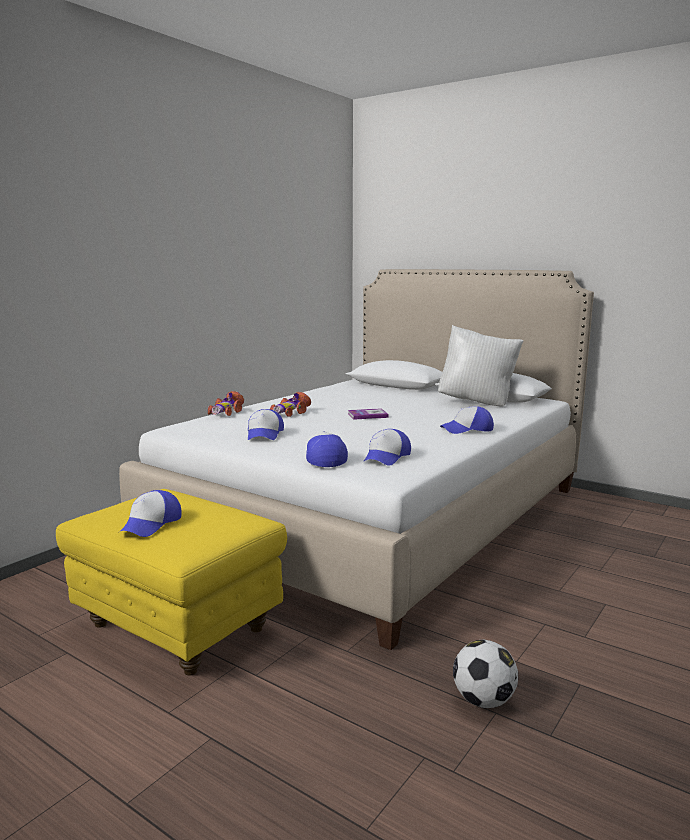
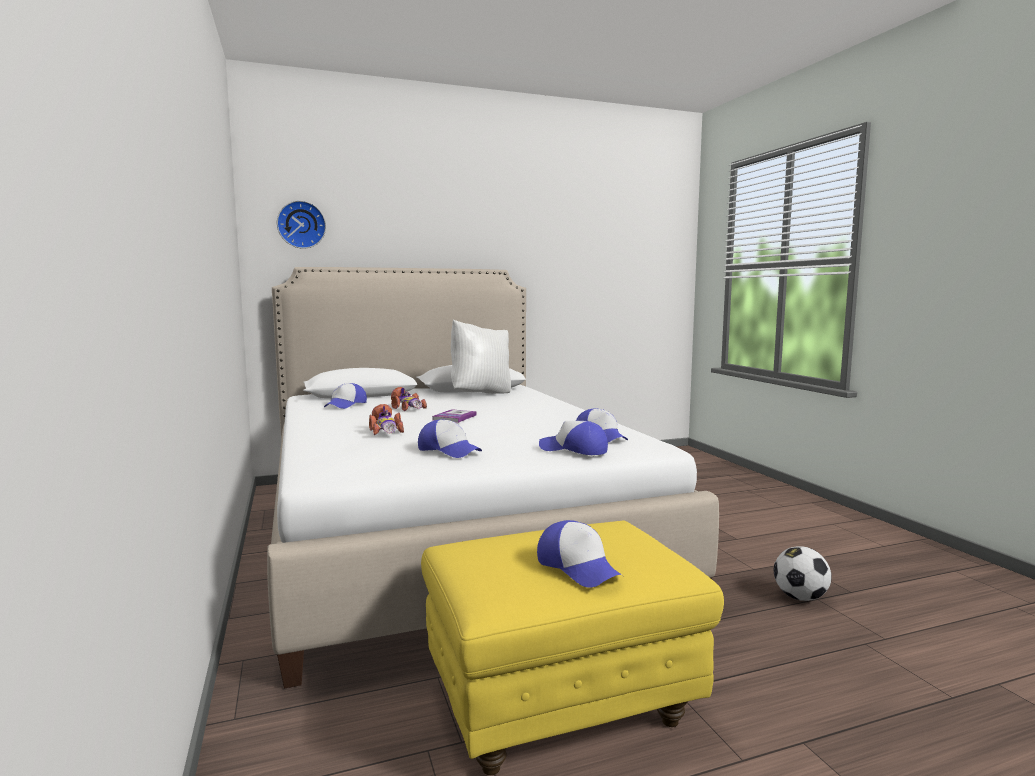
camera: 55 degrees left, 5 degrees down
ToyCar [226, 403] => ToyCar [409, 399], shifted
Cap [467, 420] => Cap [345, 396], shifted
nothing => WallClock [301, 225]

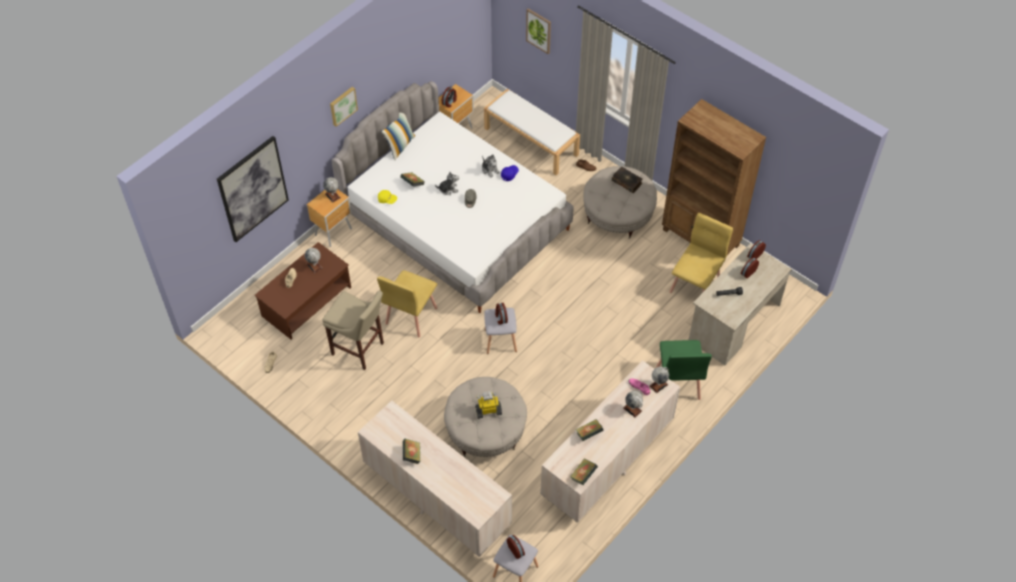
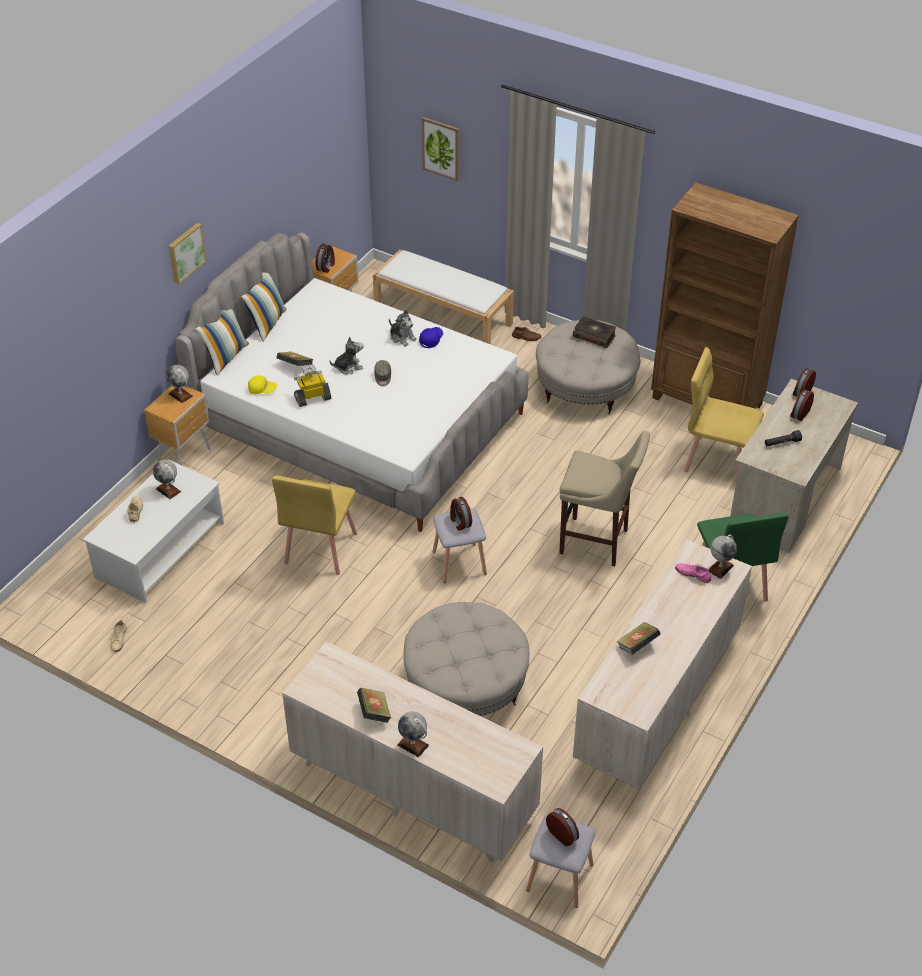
camera: 10 degrees left, 10 degrees down
Picture [253, 189] => nothing
YellowChair [701, 252] => YellowChair [724, 414], 90 degrees counterclockwise
BrownCoffeeTable [302, 291] => WhiteCoffeeTable [153, 531]
BeigeStool [353, 330] => BeigeStool [604, 498], shifted
ToyRobot [488, 405] => ToyRobot [312, 386], shifted
Globe [633, 404] => Globe [413, 734], shifted
Book [584, 472] => nothing
nothing => Pillow [222, 342]

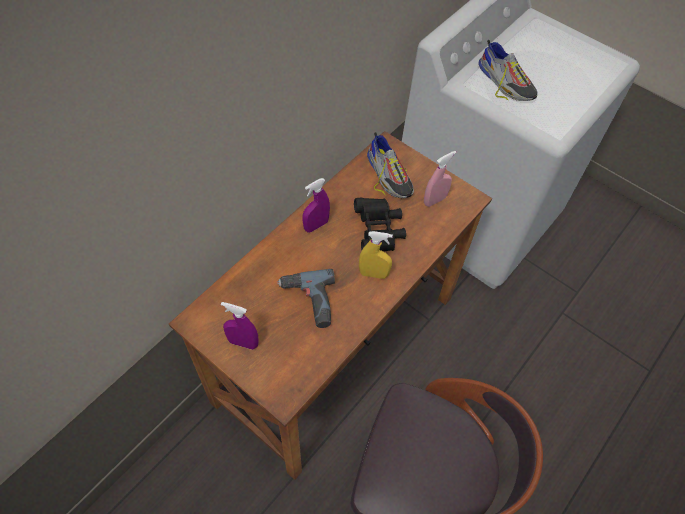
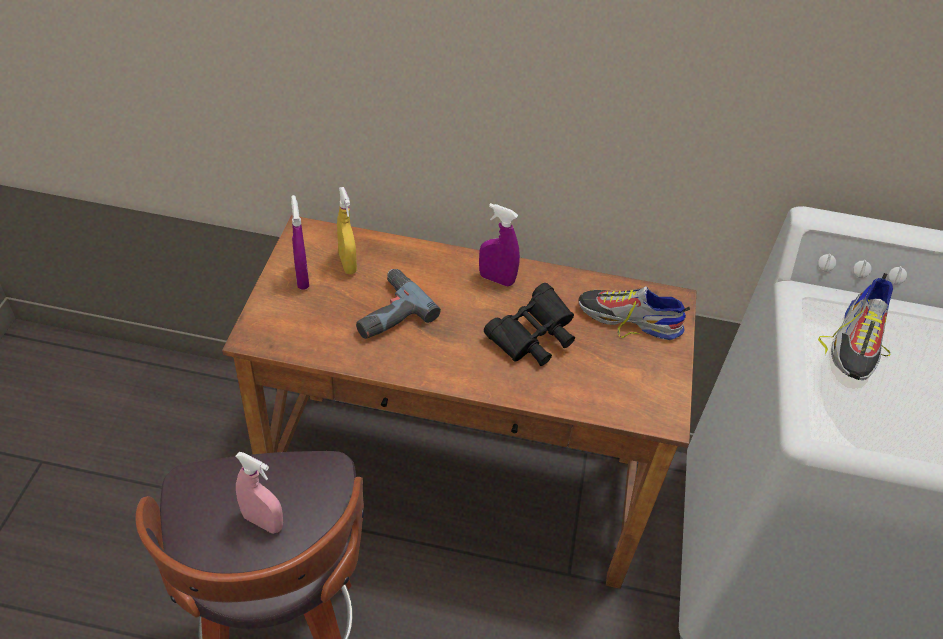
camera: 60 degrees right, 10 degrees down
Shoe [390, 165] => Shoe [634, 313], 75 degrees clockwise
PinkSprayBottle [440, 179] => PinkSprayBottle [259, 493], shifted
YellowSprayBottle [376, 255] => YellowSprayBottle [347, 231], shifted

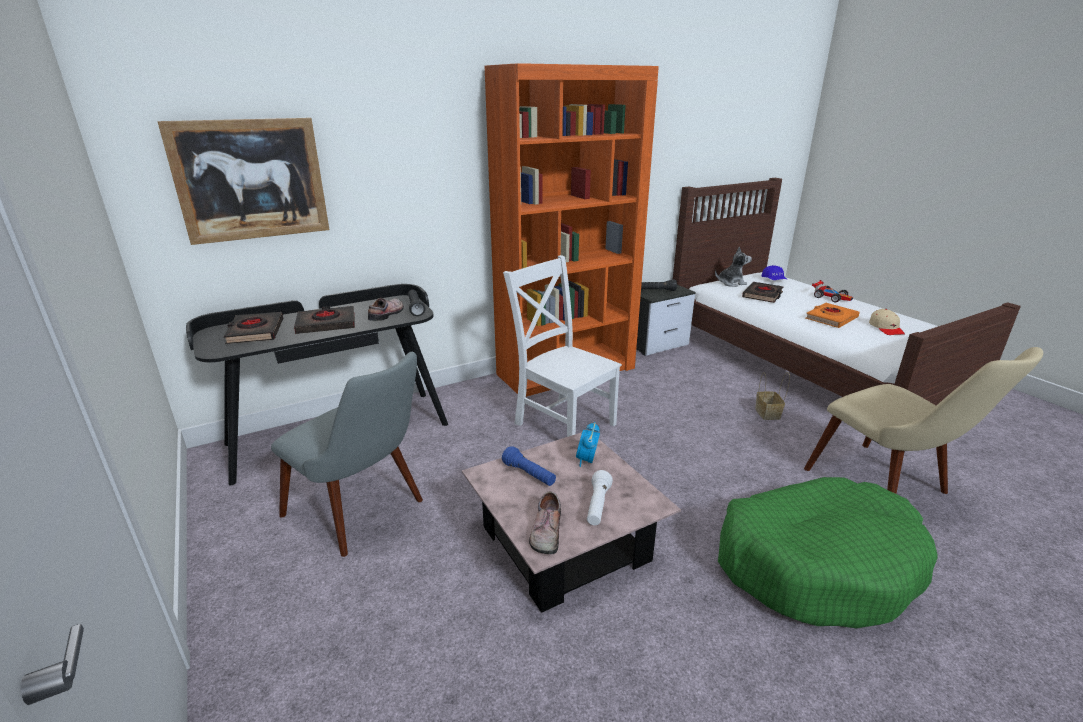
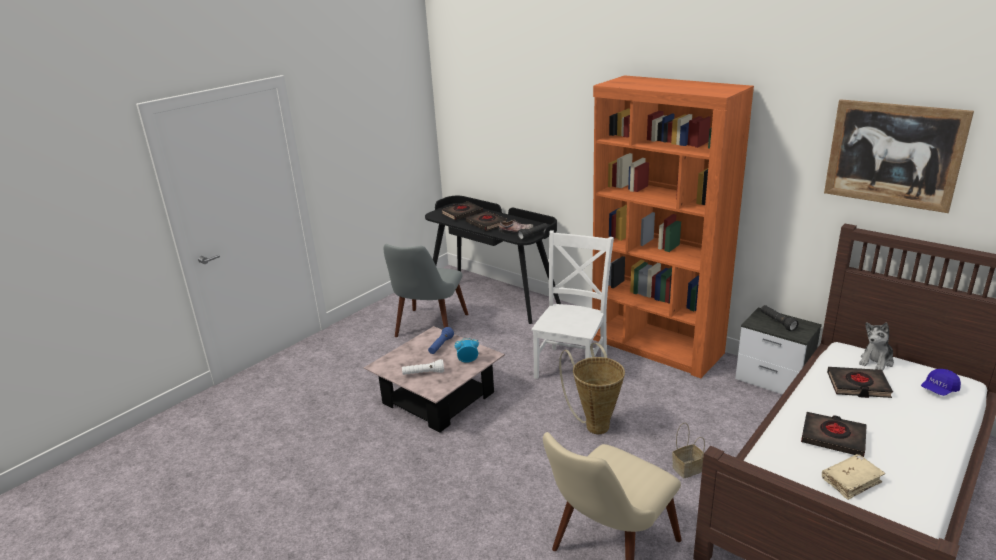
camera: 70 degrees right, 0 degrees up
Picture [243, 181] => Picture [899, 156], shifted
PlushToy [733, 267] => PlushToy [876, 346], 75 degrees clockwise
ToyCar [832, 291] => nothing
OrangeBook [833, 315] => BlackBook [834, 434]
BeigeCap [887, 322] => BeigeBook [853, 477]
GreenDogBed [828, 553] => nothing
Shoe [545, 522] => nothing
nothing => Basket [592, 388]

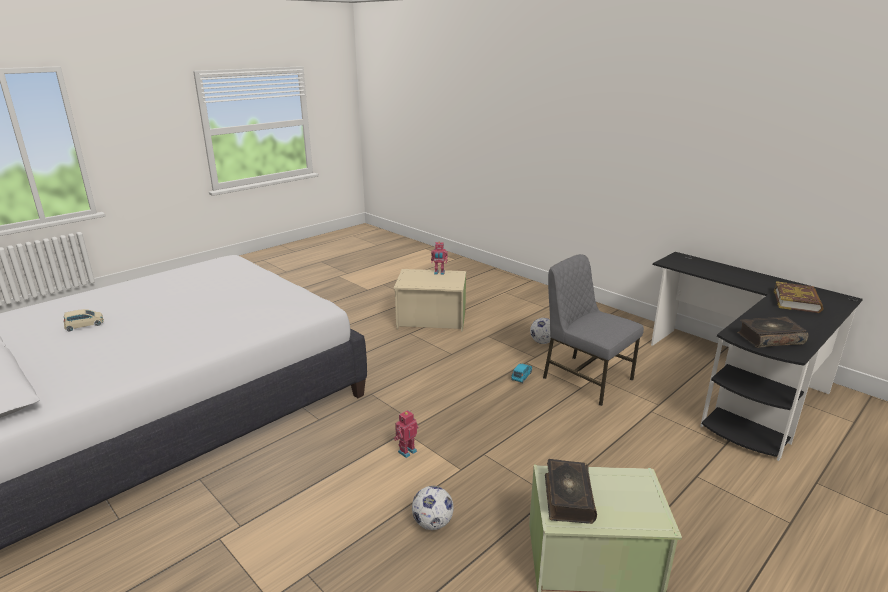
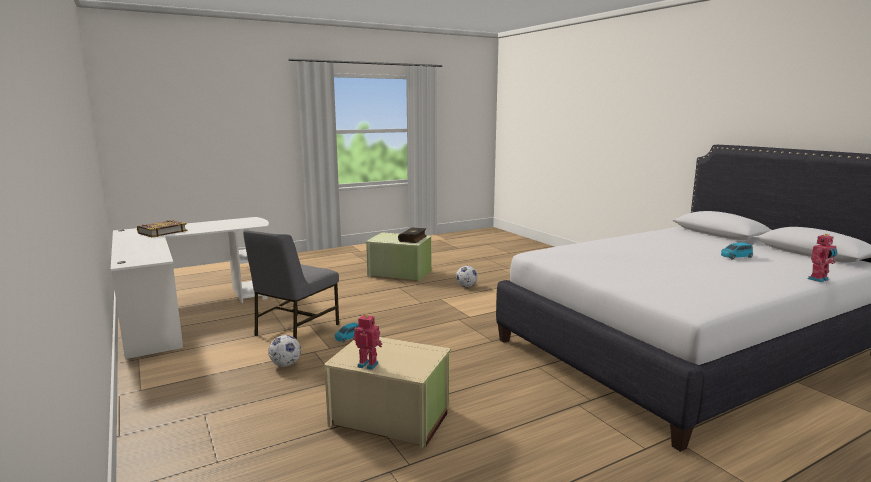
camera: 165 degrees left, 10 degrees down
BlackDesk [757, 356] => WhiteDesk [190, 288]
GreyChair [593, 330] => GreyChair [291, 284], 60 degrees clockwise
BeigeToyCar [84, 320] => BlueToyCar [737, 251]
Book [772, 332] => nothing
ToyRobot [406, 434] => ToyRobot [822, 258], shifted

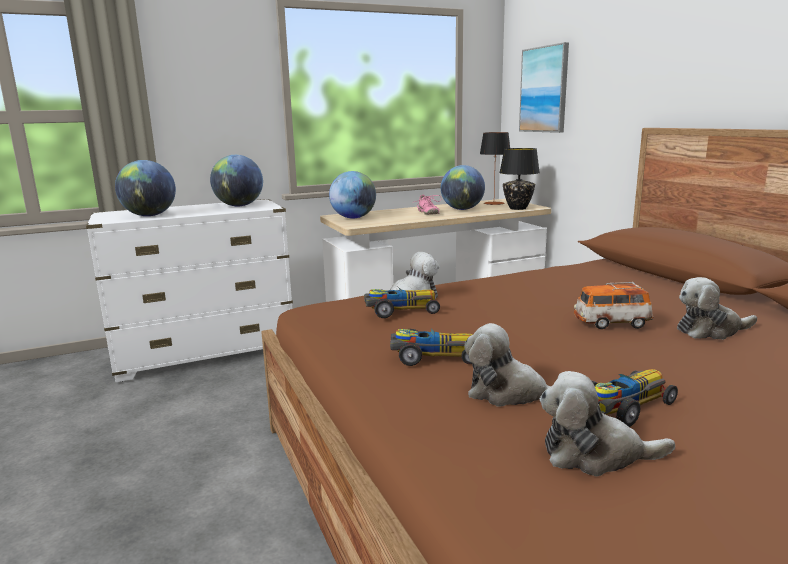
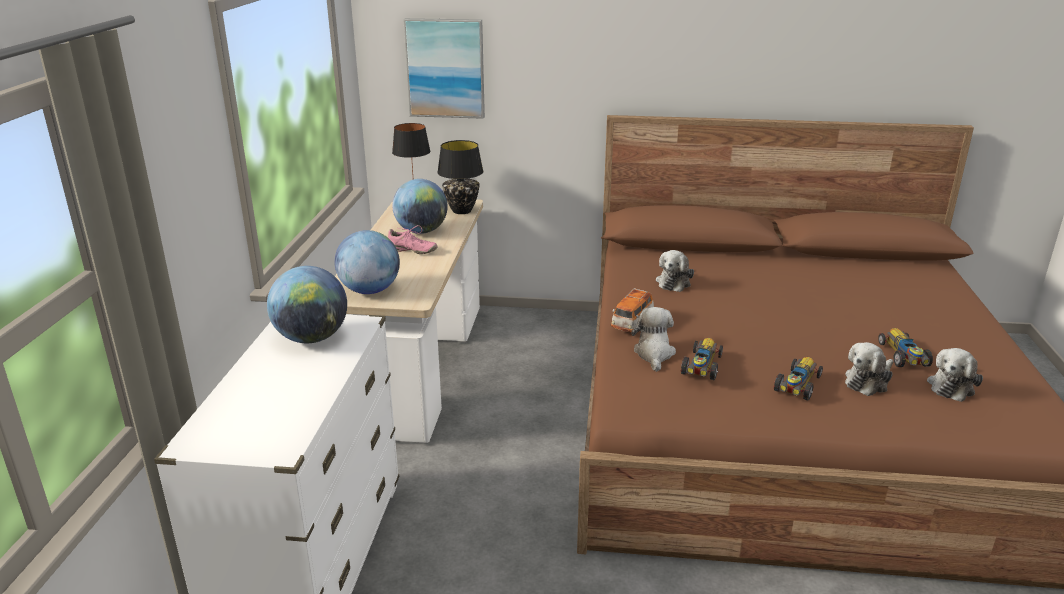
camera: 60 degrees left, 10 degrees up
Globe [145, 188] => nothing
PlushToy [717, 308] => PlushToy [675, 271], shifted
ToyCar [613, 305] => ToyCar [632, 310], shifted

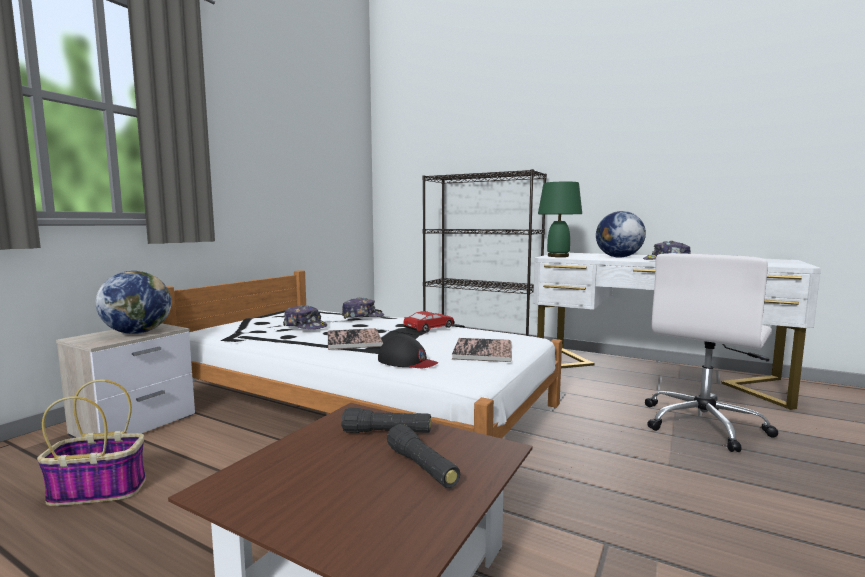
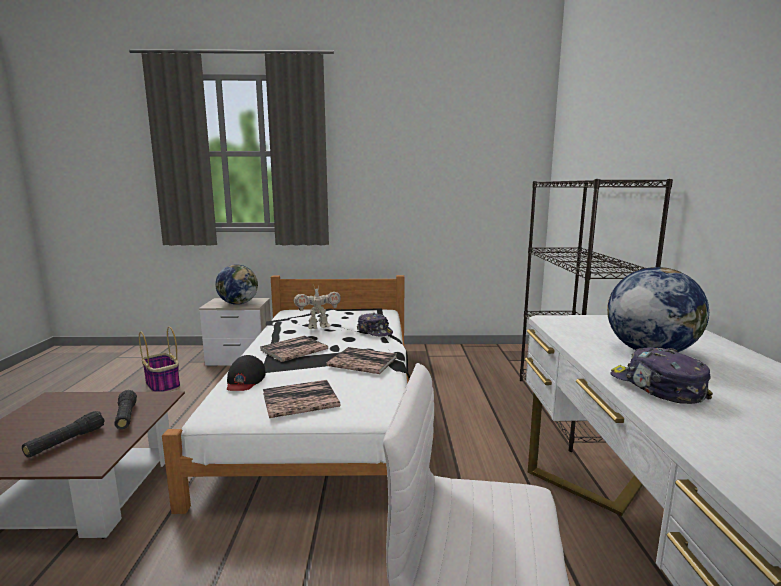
camera: 60 degrees right, 5 degrees up
GreenTableLamp [560, 219] => nothing
Cap [305, 317] => ToyRobot [317, 308]
ToyCar [429, 321] => Book [361, 360]

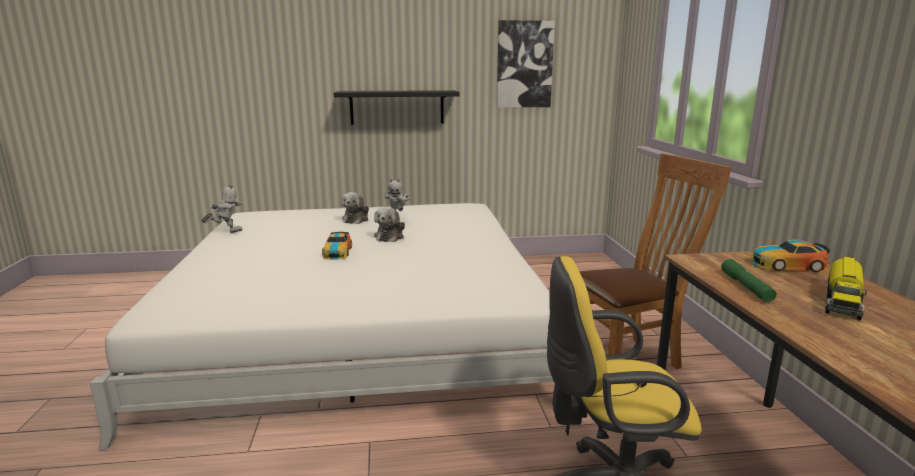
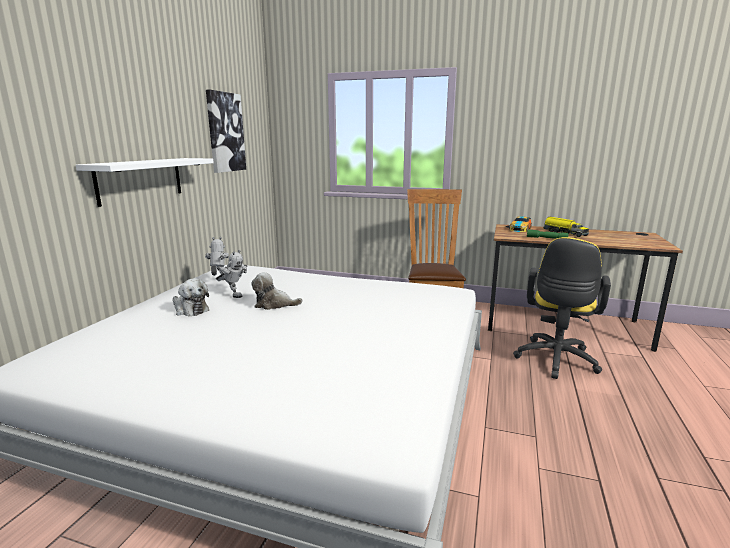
camera: 65 degrees left, 0 degrees up
BlackShelf [397, 107] => WhiteShelf [145, 182]
ToyRobot [222, 208] => ToyRobot [217, 258], shifted
PlushToy [389, 224] => PlushToy [277, 291], 150 degrees clockwise
ToyCar [337, 246] => nothing

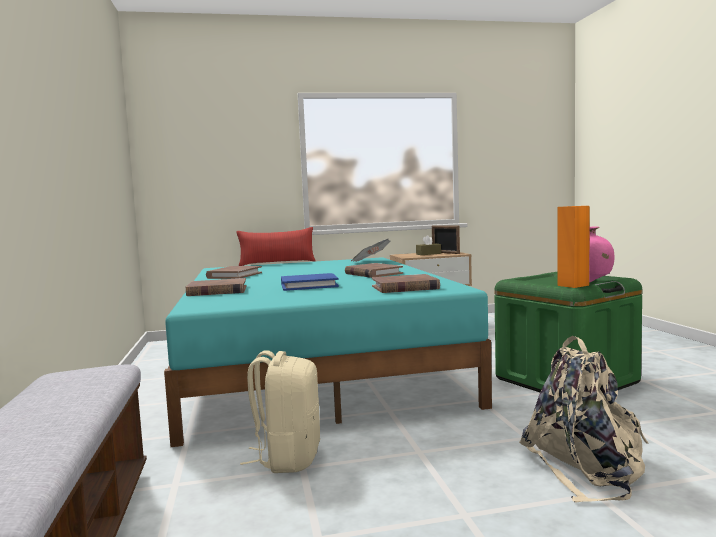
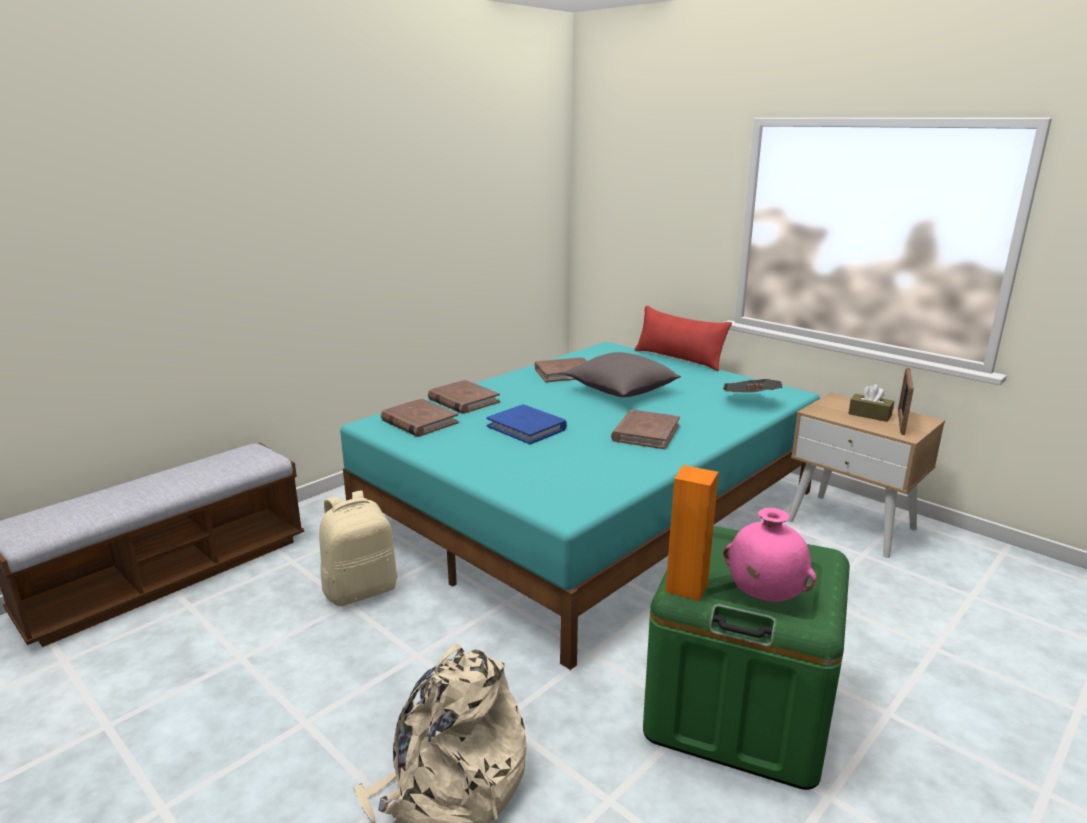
camera: 55 degrees right, 15 degrees up
BrownBook [406, 283] => BrownBook [420, 417], shifted
nothing => GreyPillow [623, 374]

